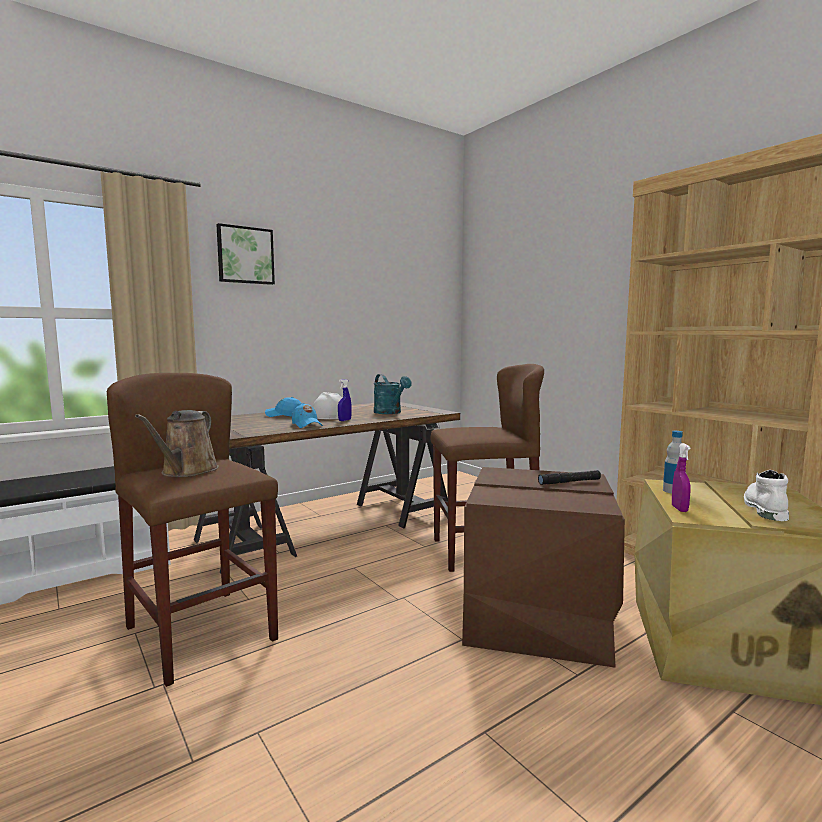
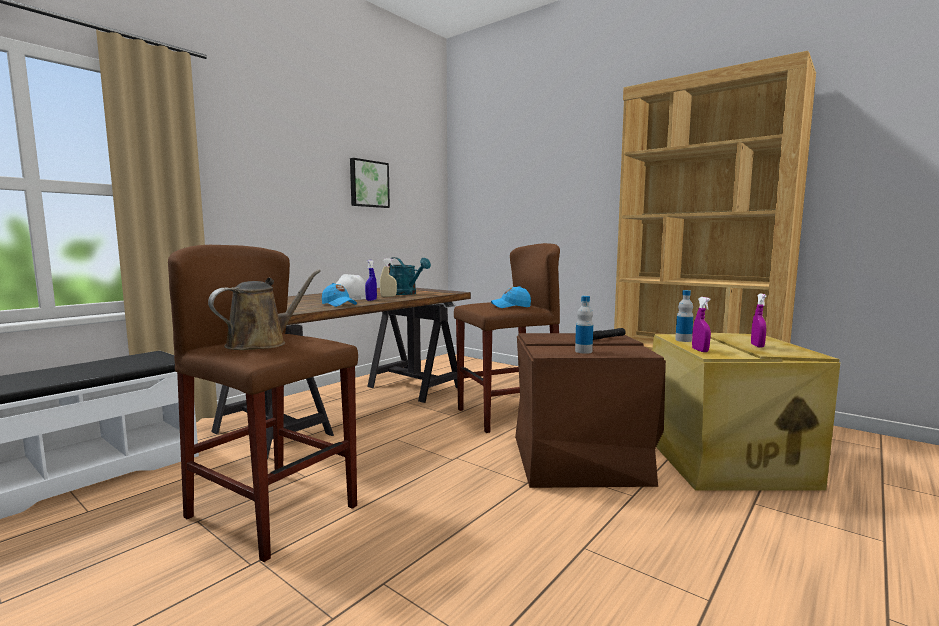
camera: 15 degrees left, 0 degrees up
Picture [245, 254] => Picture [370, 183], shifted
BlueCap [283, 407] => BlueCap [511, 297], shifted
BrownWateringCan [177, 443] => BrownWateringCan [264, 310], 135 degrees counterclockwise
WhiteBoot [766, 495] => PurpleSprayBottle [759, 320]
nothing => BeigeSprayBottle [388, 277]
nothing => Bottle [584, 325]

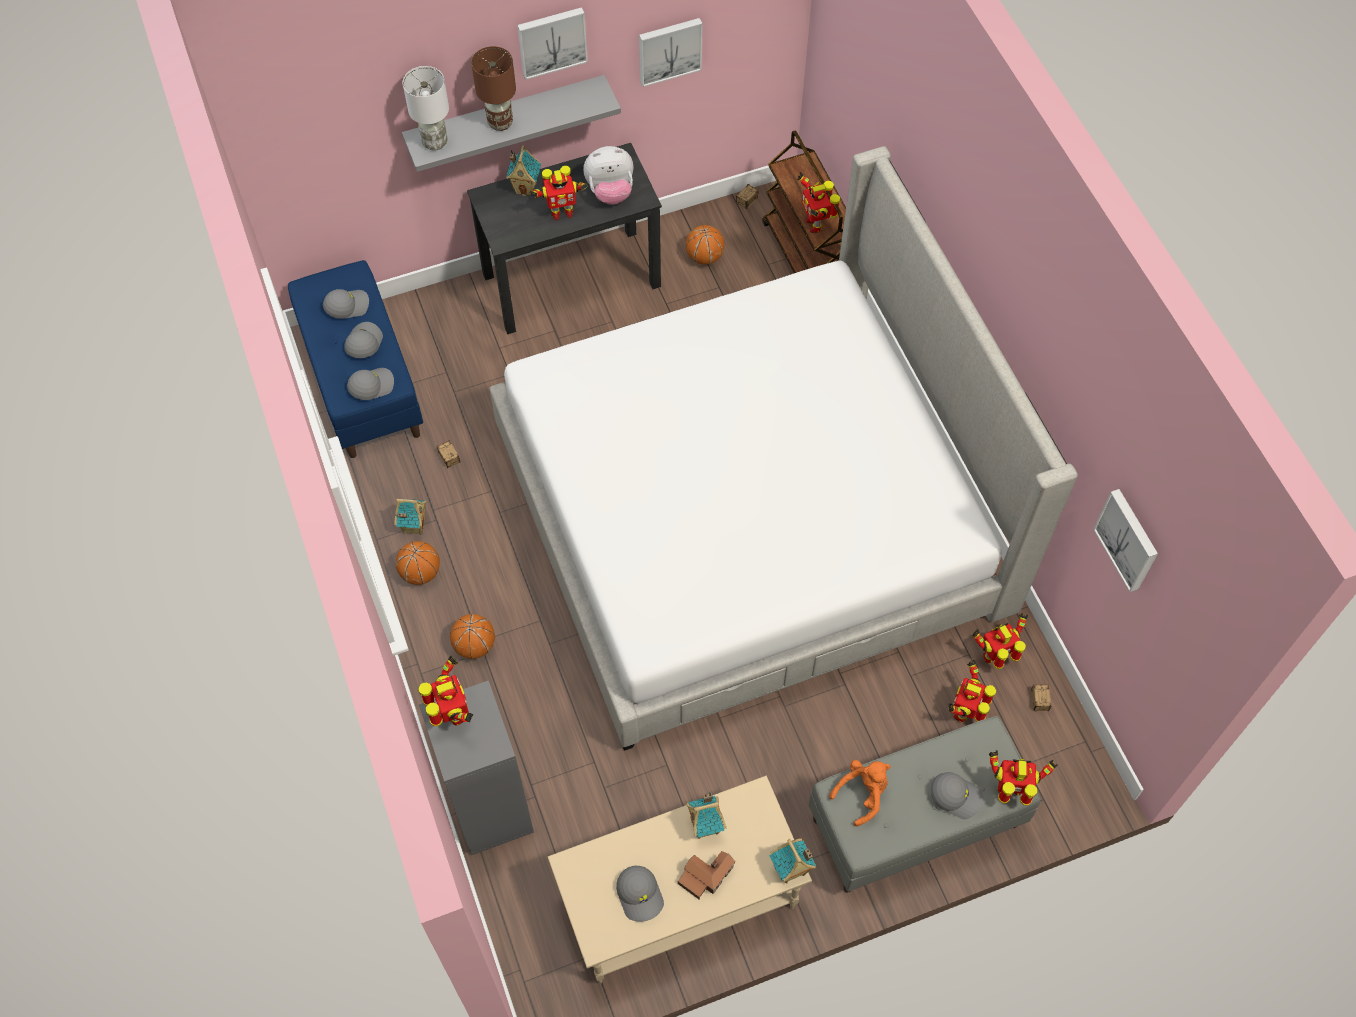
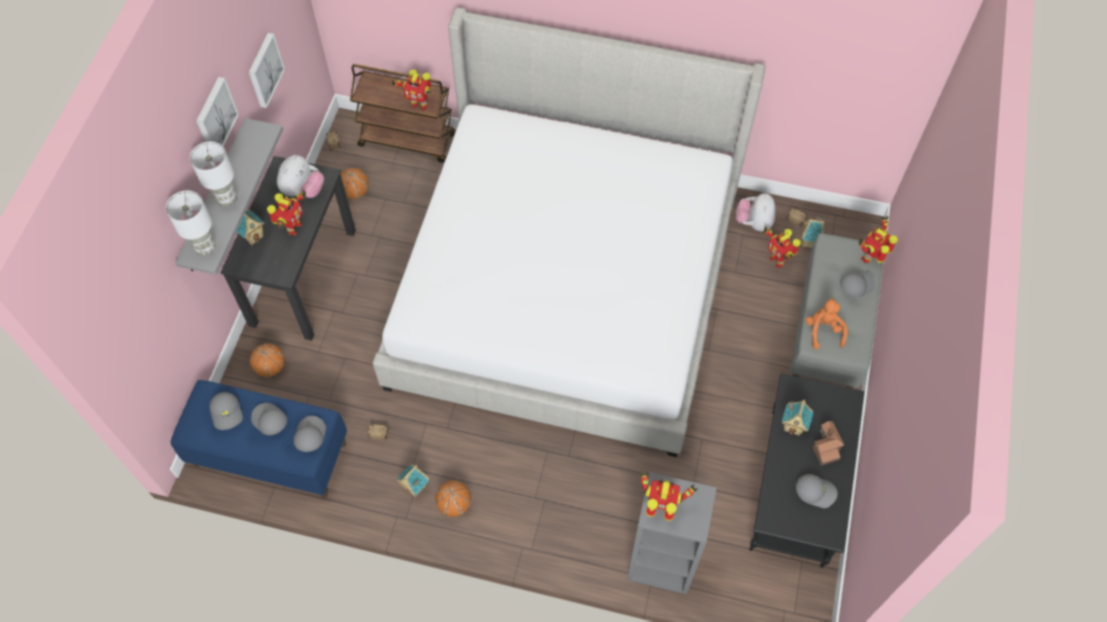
camera: 55 degrees left, 0 degrees up
BrownTableLamp [493, 88] => WhiteTableLamp [213, 174]
GreyCap [346, 304] => GreyCap [226, 411], 150 degrees clockwise
Picture [1125, 540] => nothing
ToyRobot [1000, 641] => PlushToy [755, 212]
Basketball [472, 636] => Basketball [267, 360], shifted
BeigeCoffeeTable [680, 879] => BlackCoffeeTable [806, 470]
ToyHouse [793, 860] => ToyHouse [813, 232], shifted

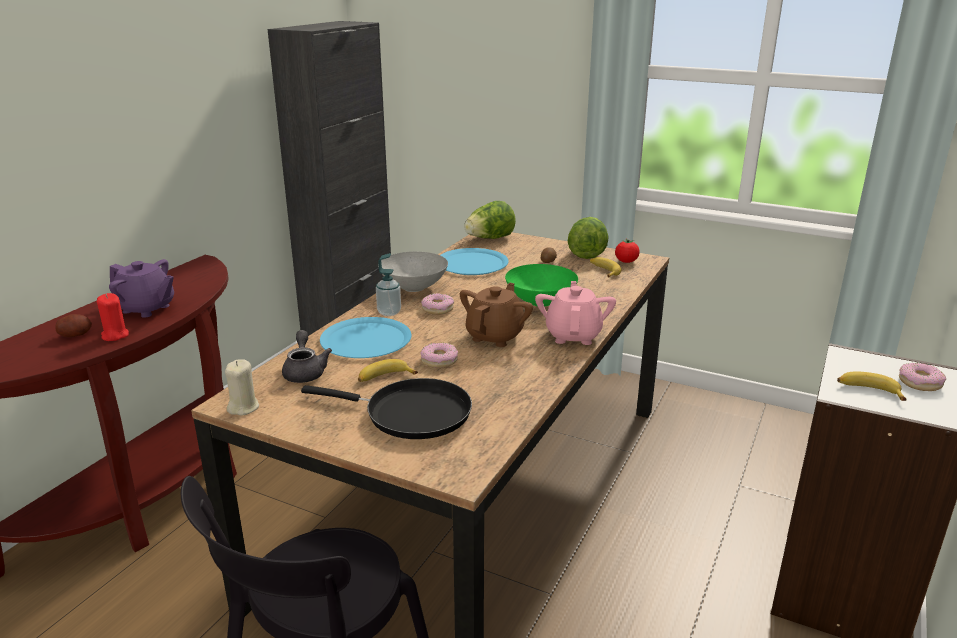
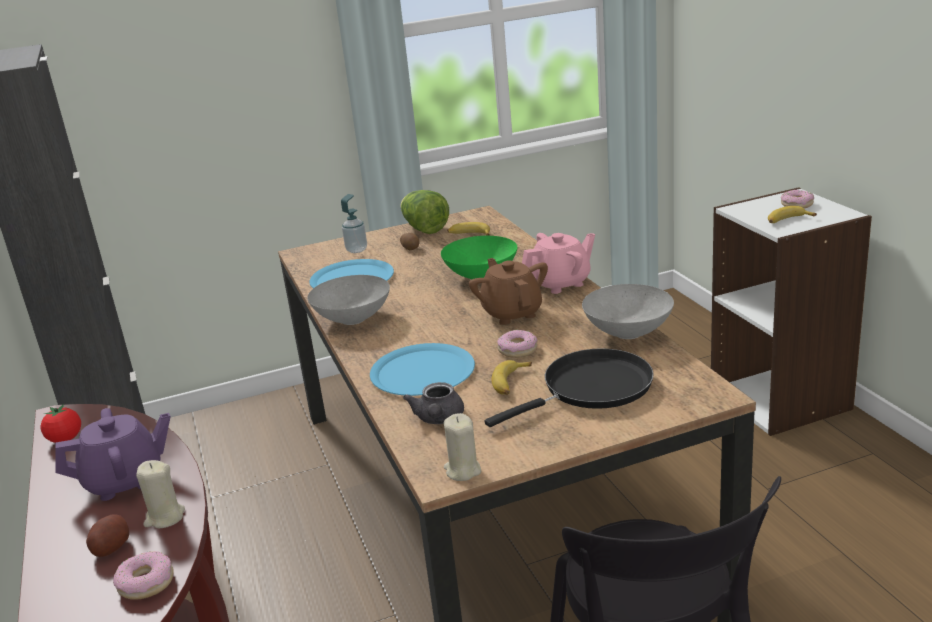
camera: 45 degrees left, 0 degrees up
Lettuce [490, 220] => nothing
Tomato [627, 251] => Tomato [61, 423], shifted
SoapDispenser [388, 284] => SoapDispenser [354, 223], shifted
PinkTeapot [575, 313] => PinkTeapot [558, 263], 105 degrees clockwise
RedCandle [113, 317] => BeigeCandle [160, 494]
Donut [437, 304] => Donut [143, 575], shifted
GreyTeapot [307, 356] => GreyTeapot [433, 403], 120 degrees counterclockwise
nothing => GreyBowl [628, 311]

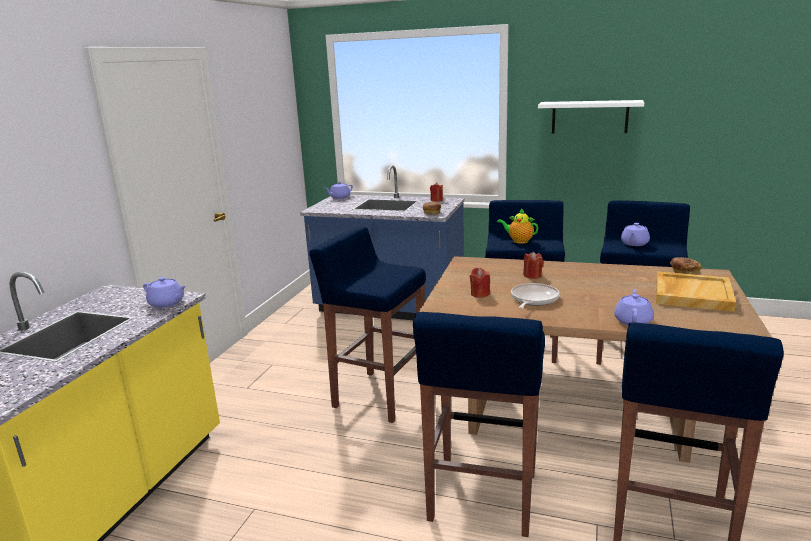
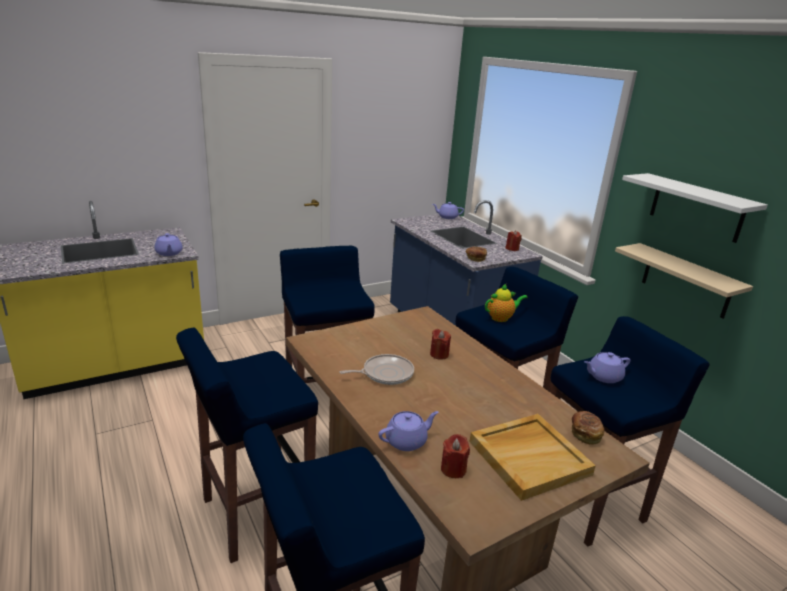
camera: 40 degrees right, 5 degrees up
Teapot [517, 226] => Teapot [506, 303], 90 degrees clockwise
RedCandle [480, 283] => RedCandle [455, 456], shifted
nothing => BeigeShelf [684, 281]

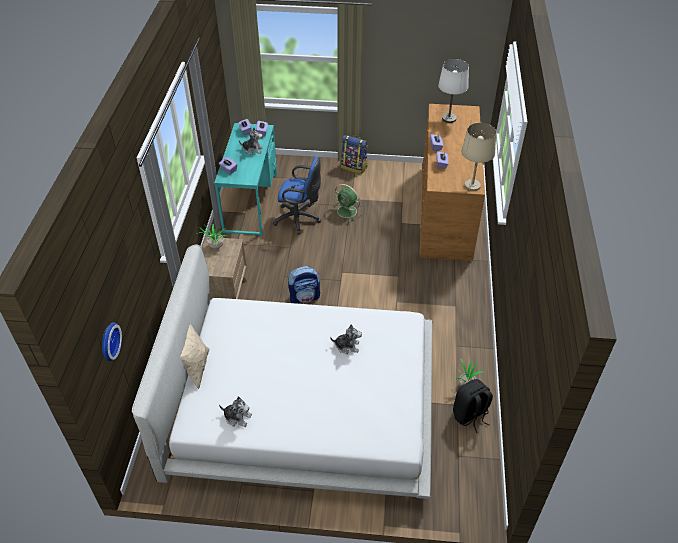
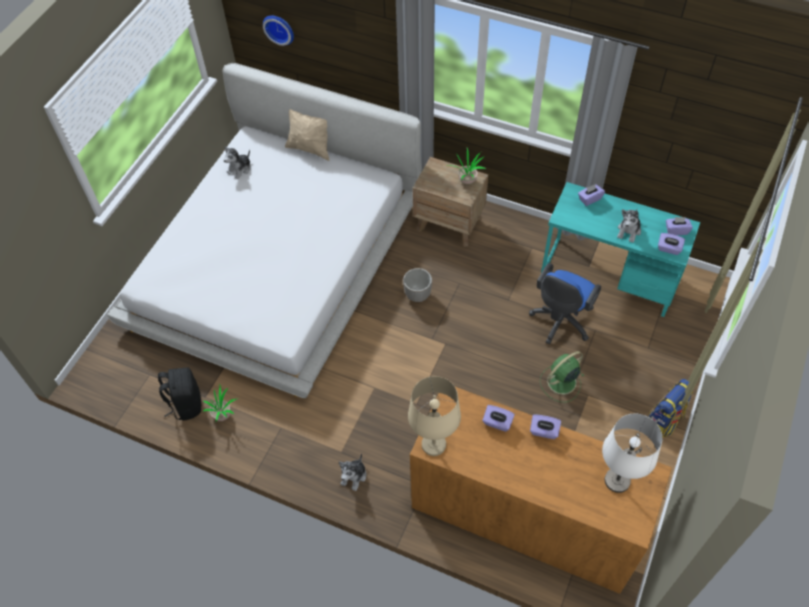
camera: 110 degrees right, 10 degrees up
Backpack [304, 285] => Planter [417, 285]
PlushToy [346, 339] => PlushToy [352, 472], shifted

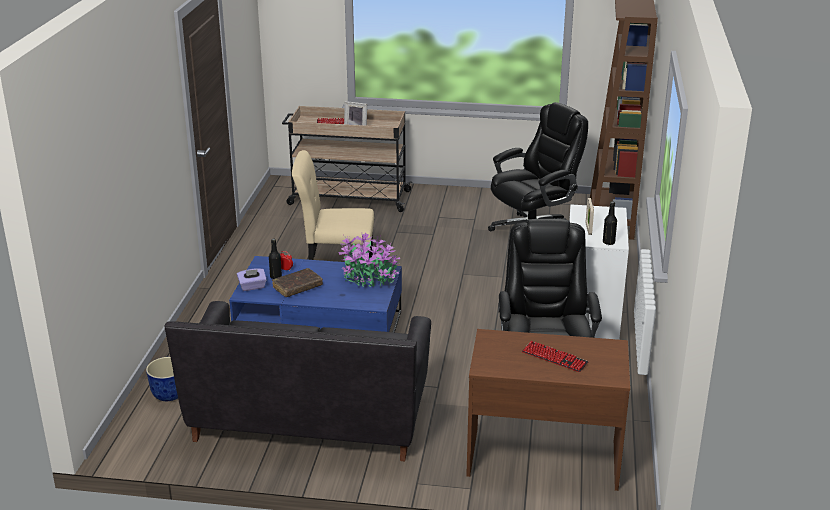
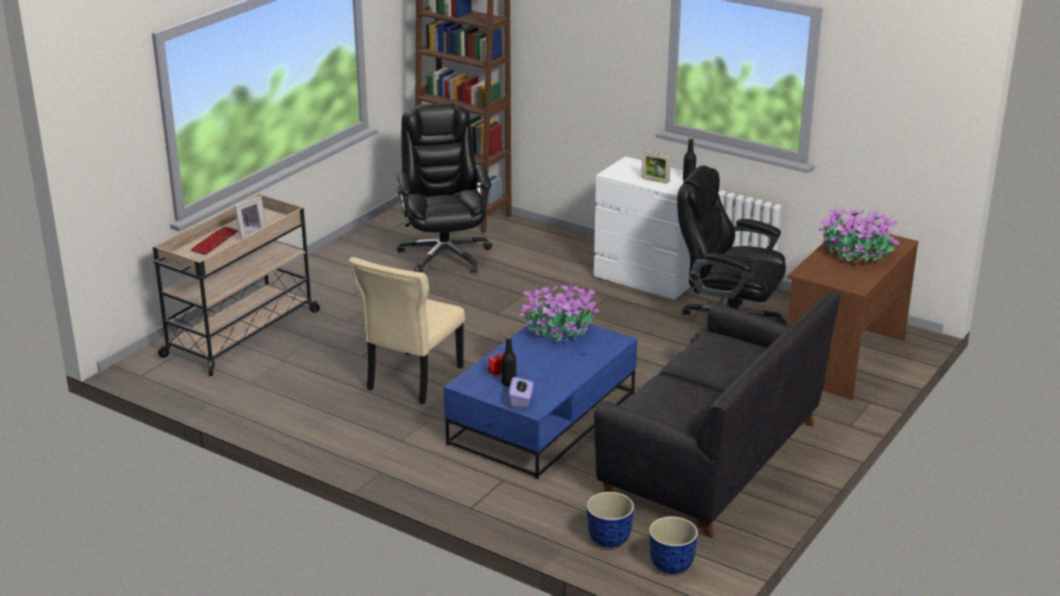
camera: 65 degrees left, 0 degrees up
BrownBook [297, 282] => nothing
Keyboard [555, 356] => PottedPlant [859, 235]
nothing => Planter [673, 545]

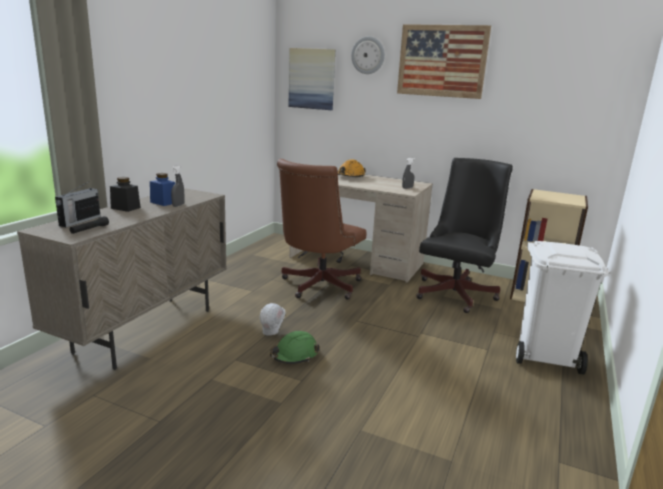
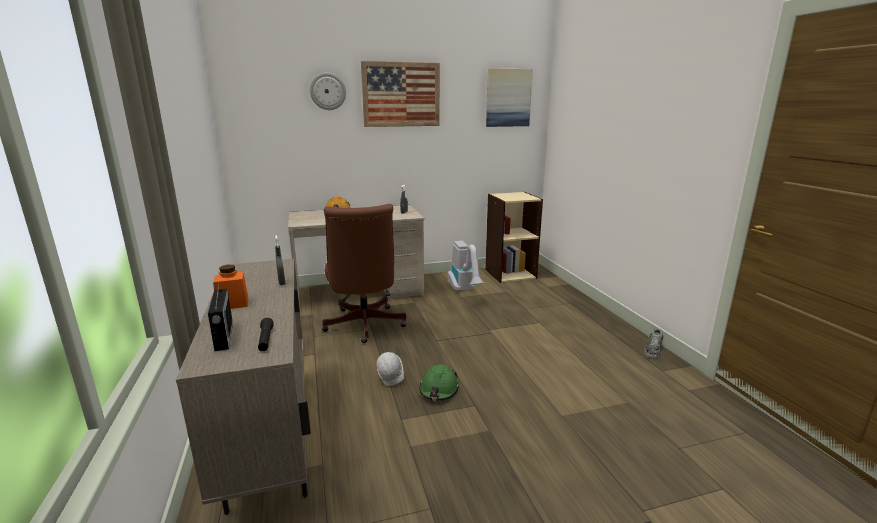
camera: 40 degrees left, 0 degrees up
Picture [311, 79] => Picture [509, 97], shifted
BlackOfficeChair [464, 235] => VacuumCleaner [466, 266]
BlueJar [162, 189] => nothing
BlackJar [125, 194] => OrangeJar [230, 287]
WhiteTrashCan [562, 308] => nothing
nothing => Shoe [653, 343]

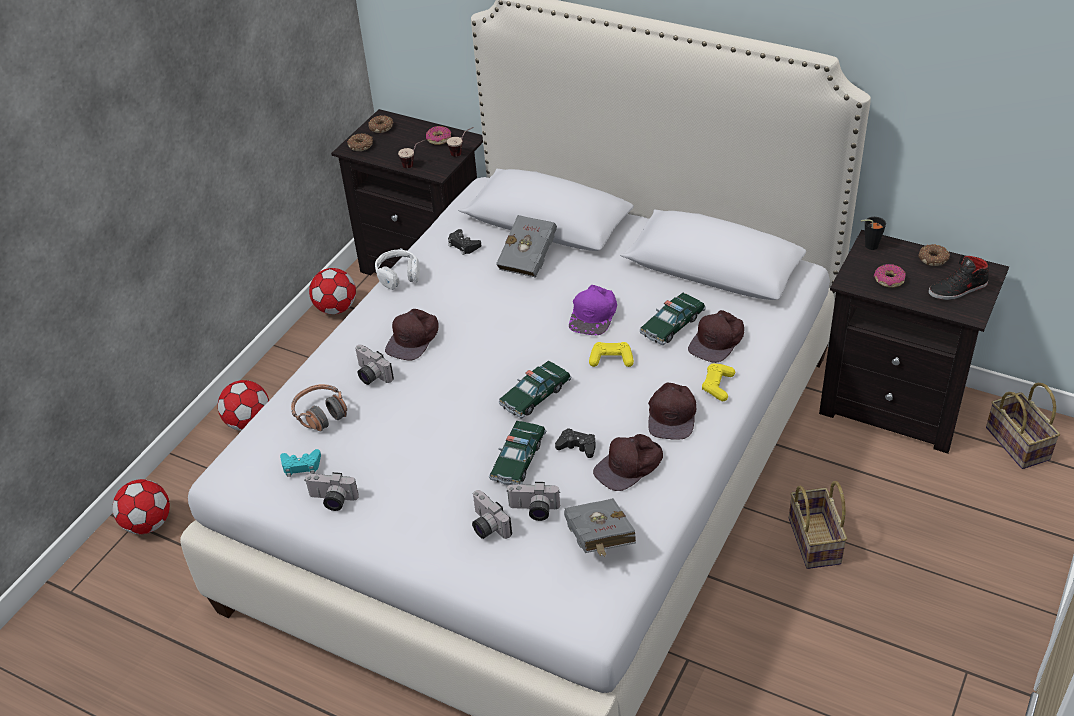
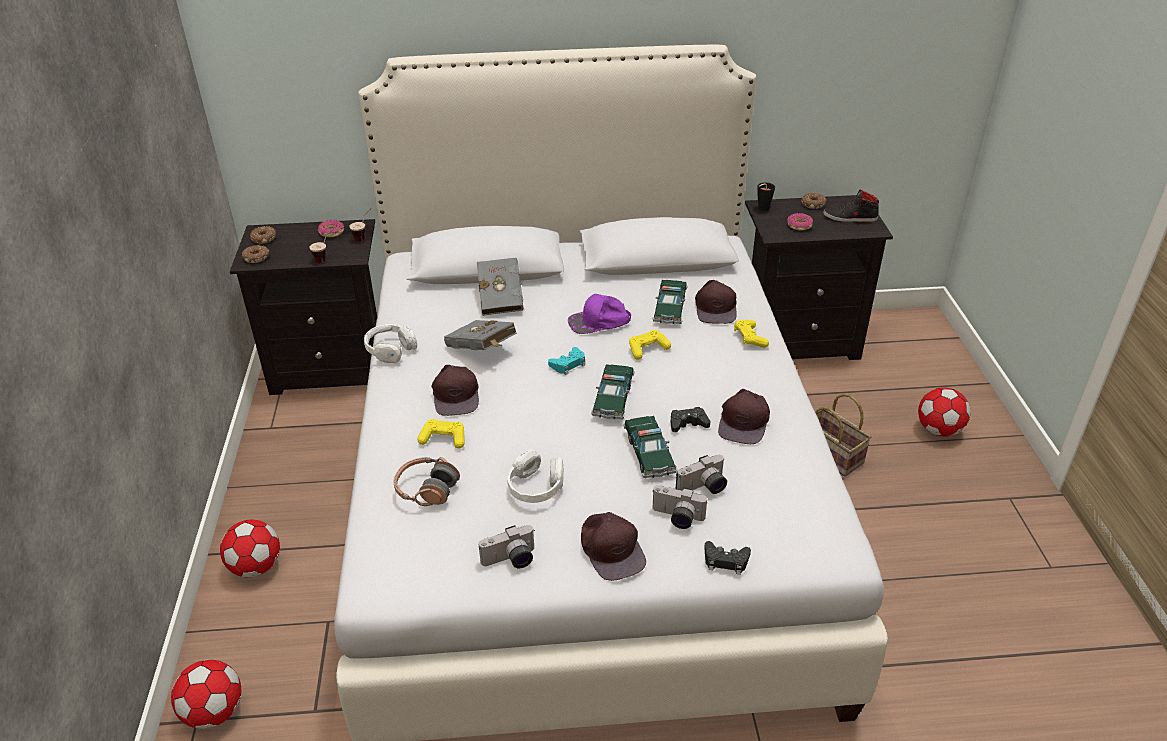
camera: 35 degrees left, 5 degrees down
BlackGameController [464, 242] => BlackGameController [727, 558], shifted
BlackShoe [958, 277] => BlackShoe [851, 205], 60 degrees clockwise
Football [332, 291] => Football [944, 411], shifted
PurpleCap [593, 310] => PurpleCap [599, 314], 90 degrees clockwise
PhotoCamera [374, 365] => YellowGameController [441, 434]
BrownCap [672, 411] => BrownCap [613, 546], shifted
Basket [1023, 426] => nothing
TurquoiseGameController [300, 463] => TurquoiseGameController [566, 361], shifted
GreyBook [600, 527] => GreyBook [480, 335], shifted
nothing => WhiteHeadphones [535, 476]

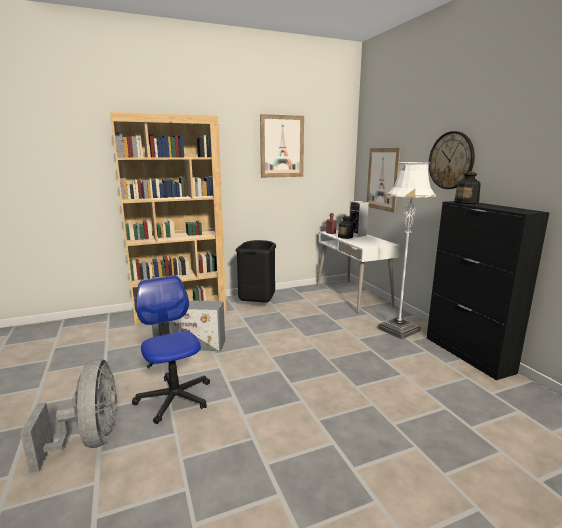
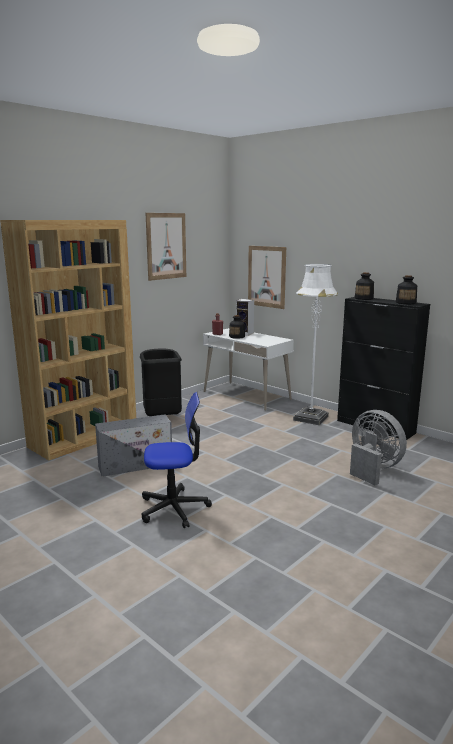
camera: 25 degrees left, 0 degrees up
WallClock [452, 160] => nothing
OfficeChair [171, 350] => OfficeChair [177, 460], 135 degrees clockwise
GreyFan [68, 416] => GreyFan [378, 448], shifted
nothing => Bottle [406, 289]

